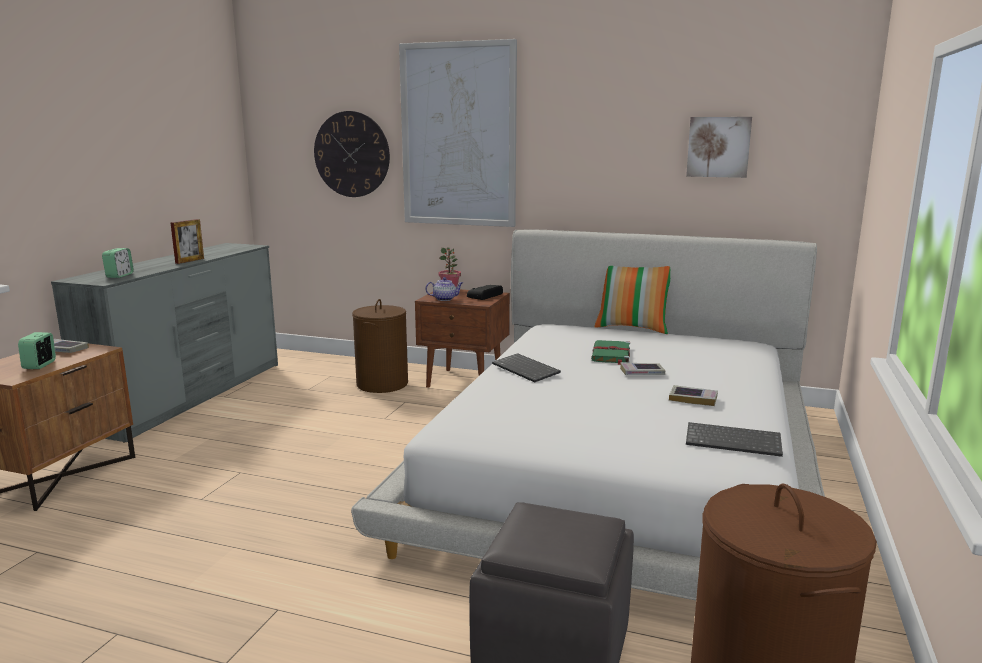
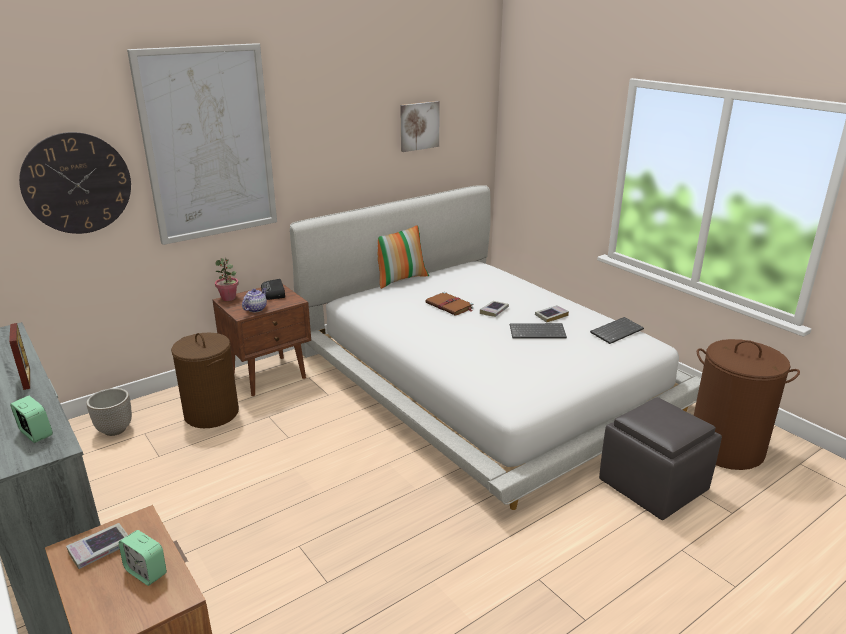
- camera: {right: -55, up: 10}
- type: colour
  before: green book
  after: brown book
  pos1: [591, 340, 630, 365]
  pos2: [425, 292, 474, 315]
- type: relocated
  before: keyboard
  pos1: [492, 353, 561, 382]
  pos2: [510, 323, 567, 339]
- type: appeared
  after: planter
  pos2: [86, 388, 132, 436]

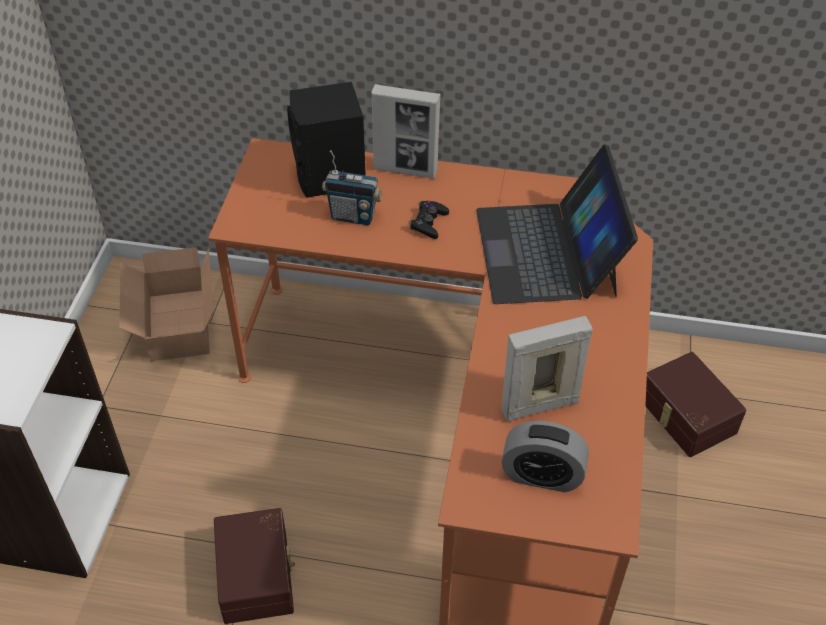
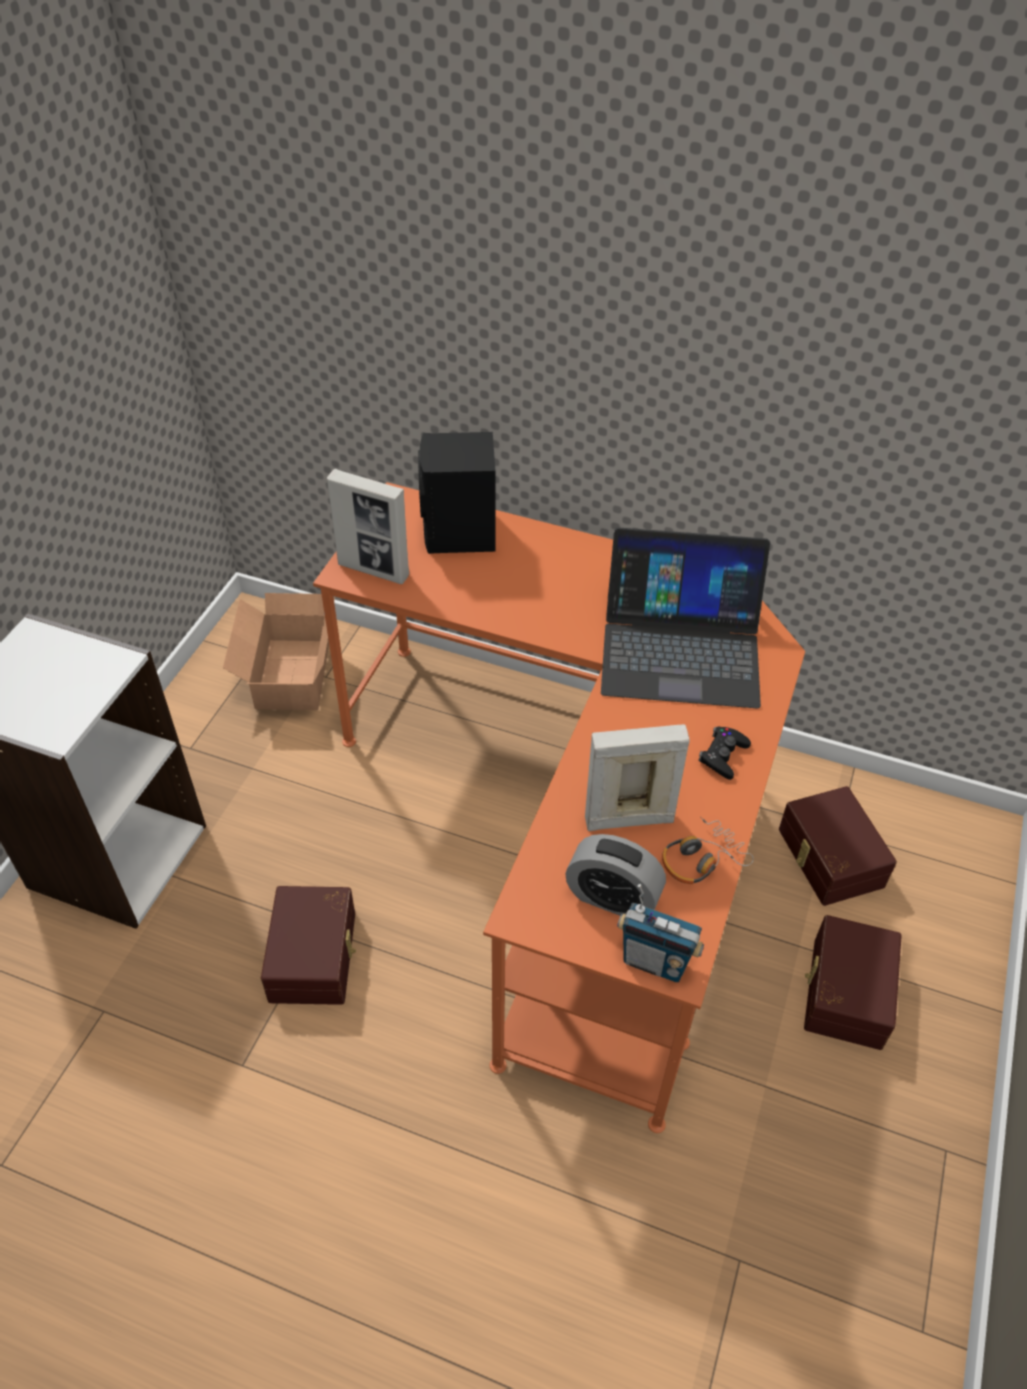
- camera: {right: 10, up: 0}
- type: relocated
  before: picture frame
  pos1: [372, 84, 441, 179]
  pos2: [327, 469, 409, 584]
- type: spun
  before: laptop
  pos1: [476, 144, 638, 304]
  pos2: [601, 527, 770, 709]
  turn: -90
- type: relocated
  before: radio
  pos1: [322, 150, 382, 225]
  pos2: [617, 884, 704, 982]
- type: relocated
  before: black game controller
  pos1: [409, 201, 449, 239]
  pos2: [698, 726, 751, 780]
- type: appeared
  after: headphones
  pos2: [662, 817, 754, 884]
- type: appeared
  after: brown storage box
  pos2: [804, 915, 902, 1050]

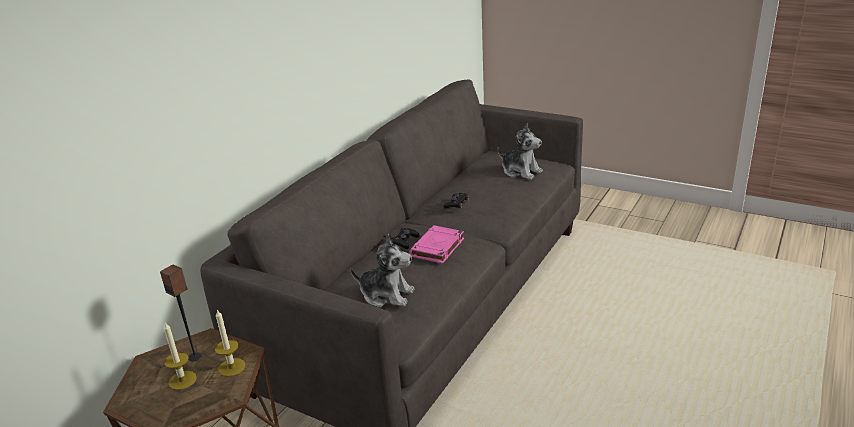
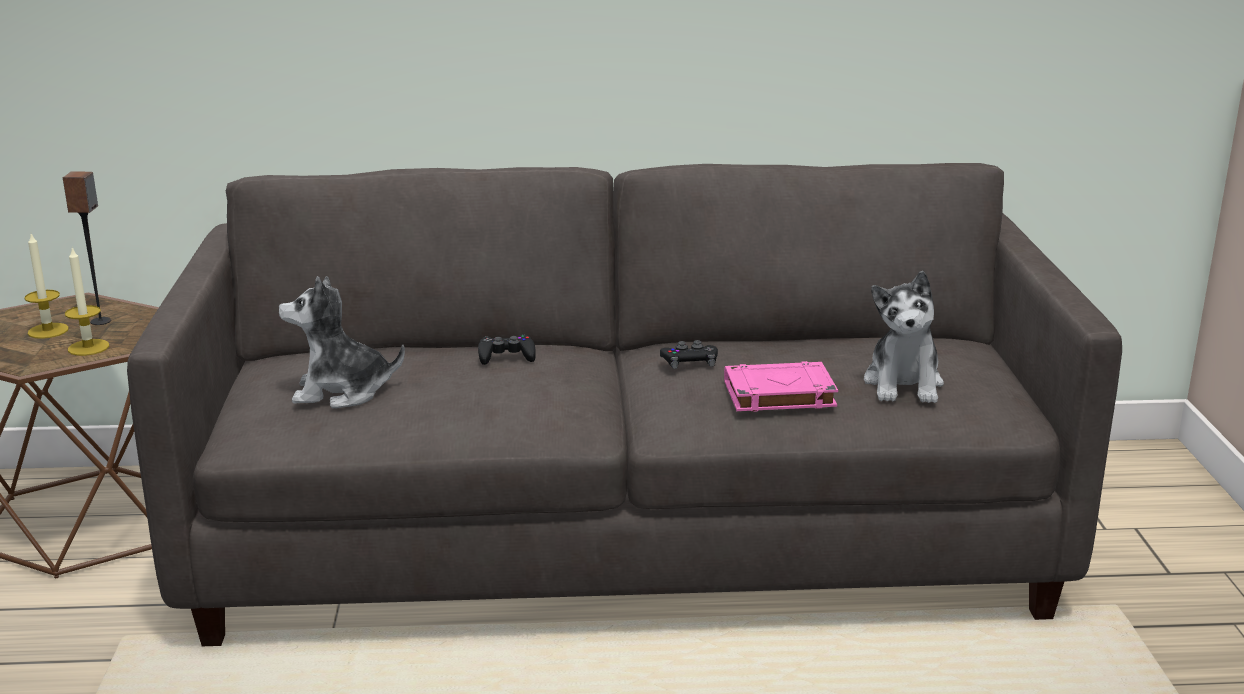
- camera: {right: 55, up: -5}
- type: relocated
  before: pink book
  pos1: [409, 225, 464, 264]
  pos2: [724, 361, 838, 412]
- type: spun
  before: plush toy
  pos1: [350, 234, 414, 308]
  pos2: [279, 276, 405, 409]
  turn: 105

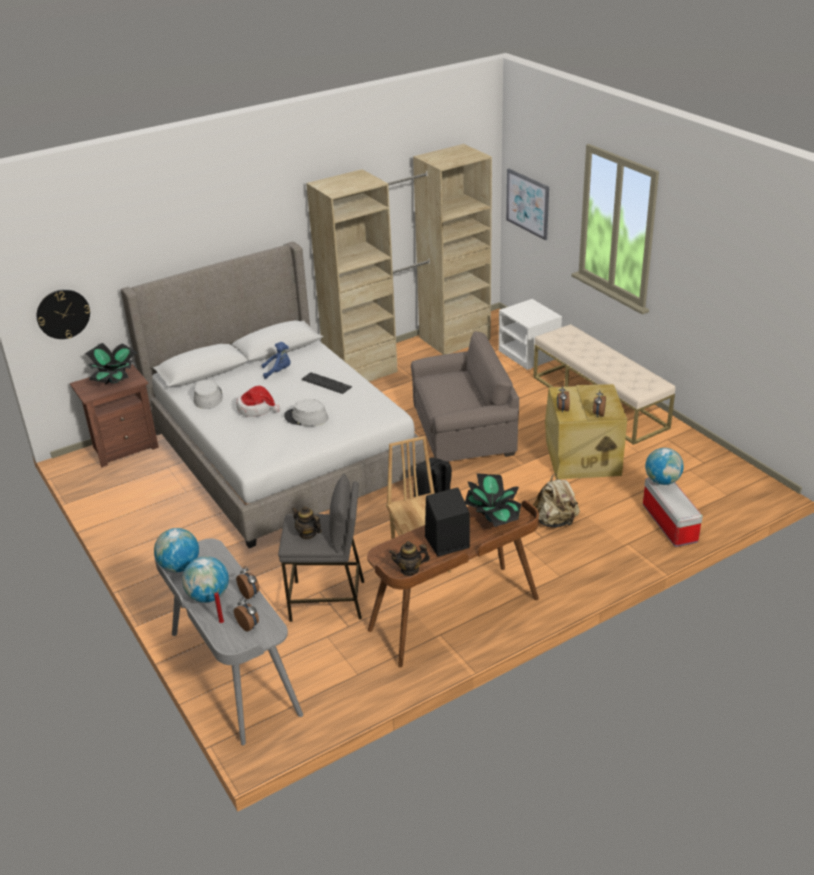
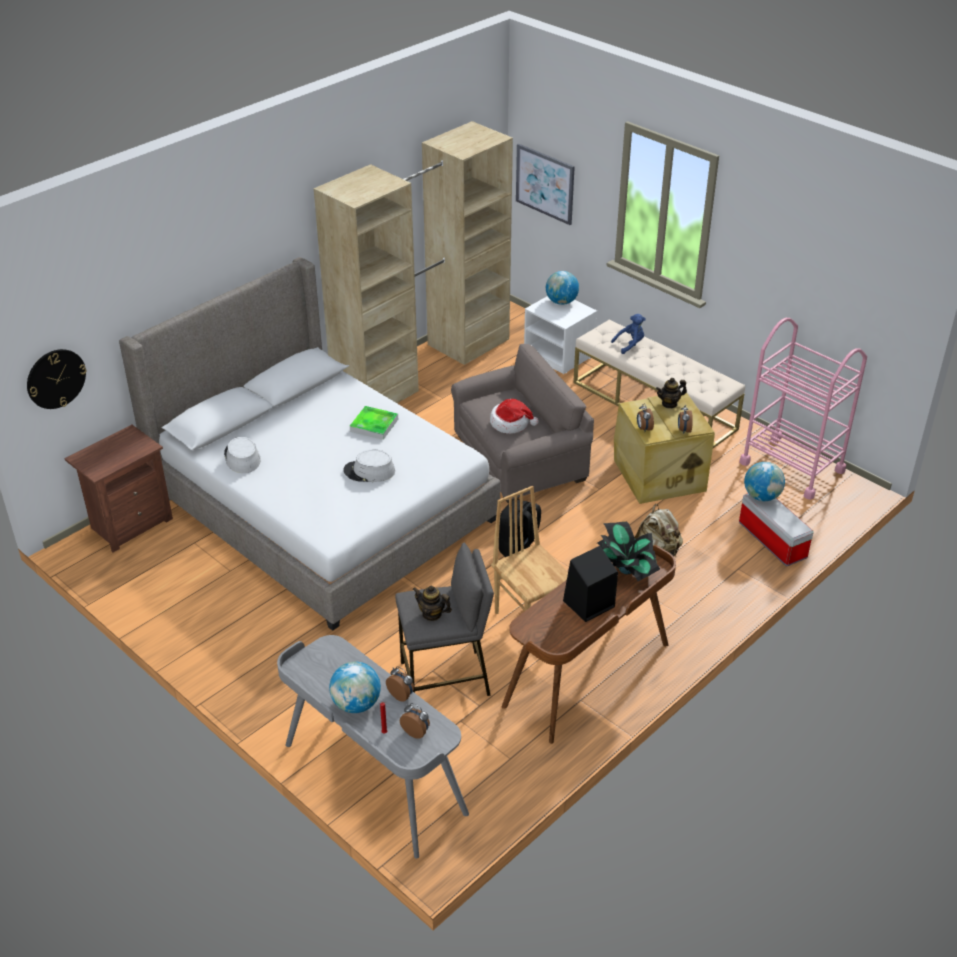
- camera: {right: -15, up: 5}
- type: relocated
  before: blue plush toy
  pos1: [261, 342, 291, 379]
  pos2: [611, 314, 646, 354]
- type: missing
  before: potted plant
  pos1: [85, 343, 137, 384]
- type: exchanged
  before: keyboard
  after: tray
  pos1: [301, 372, 352, 394]
  pos2: [350, 406, 398, 440]
- type: relocated
  before: hat
  pos1: [236, 386, 280, 417]
  pos2: [490, 399, 539, 434]
- type: relocated
  before: globe
  pos1: [154, 528, 199, 572]
  pos2: [546, 271, 579, 305]
- type: relocated
  before: teapot
  pos1: [389, 541, 430, 576]
  pos2: [656, 378, 687, 408]
- type: appeared
  after: pink cart
  pos2: [739, 318, 867, 500]

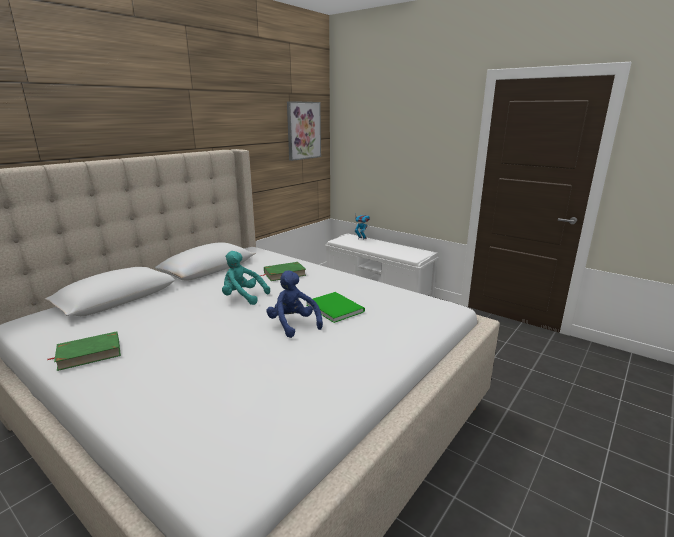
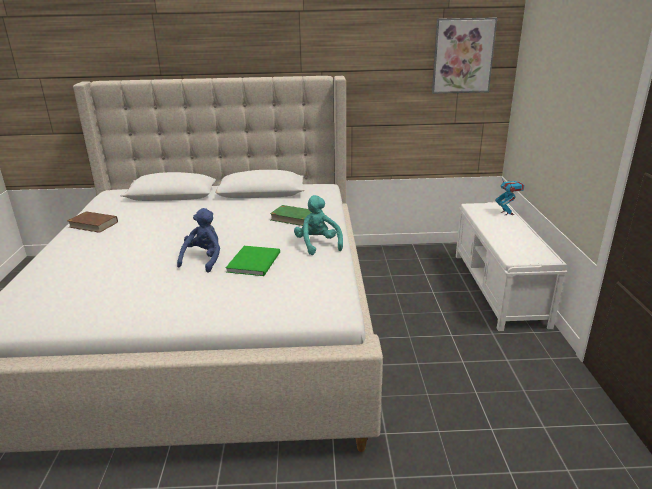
- camera: {right: 50, up: 5}
- type: relocated
  before: turquoise plush toy
  pos1: [222, 251, 270, 305]
  pos2: [294, 195, 343, 255]
- type: colour
  before: green book
  after: brown book
  pos1: [48, 331, 121, 371]
  pos2: [67, 211, 118, 233]

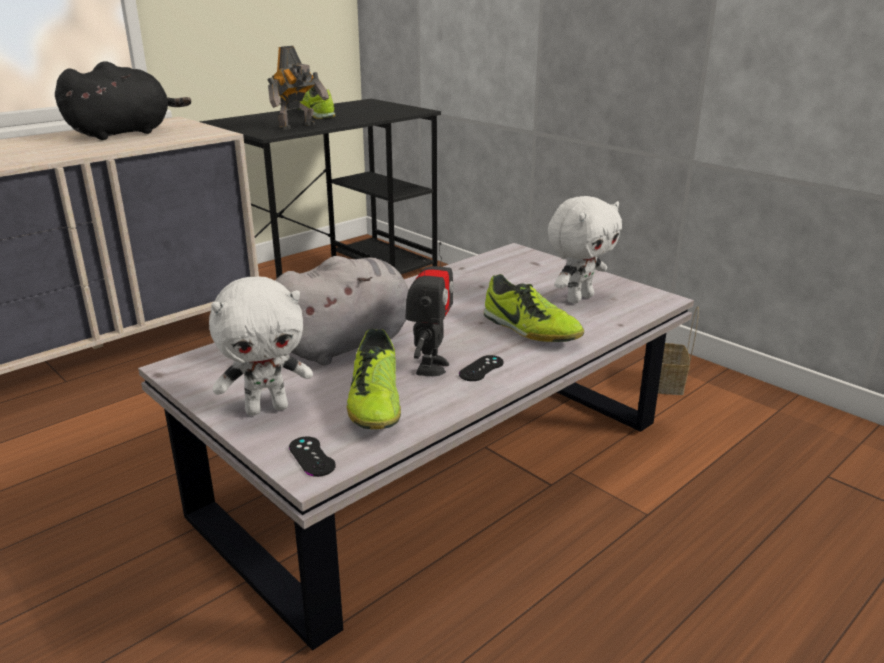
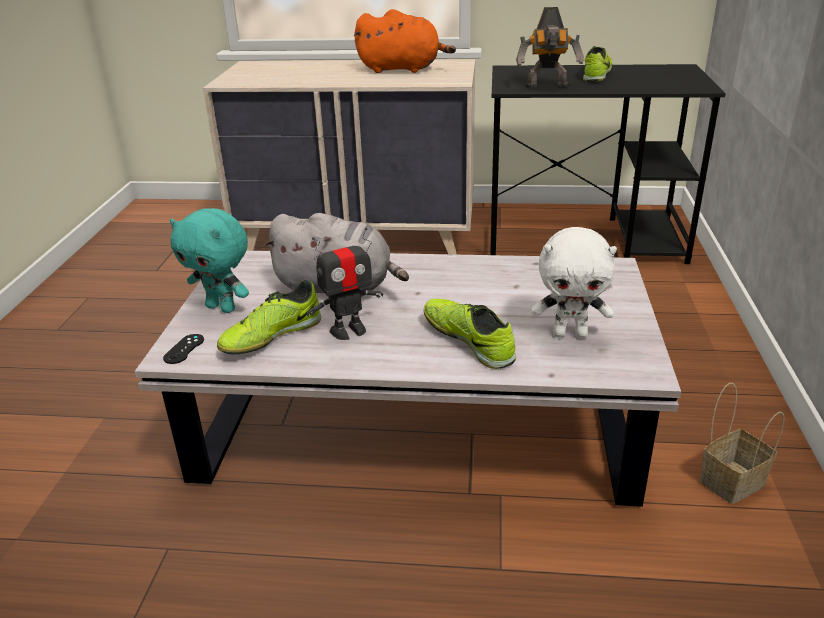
- camera: {right: 50, up: 5}
- type: colour
  before: black plush toy
  after: orange plush toy
  pos1: [55, 61, 191, 140]
  pos2: [354, 9, 456, 73]
- type: spun
  before: shoe
  pos1: [484, 274, 584, 342]
  pos2: [424, 299, 516, 369]
  turn: 135
- type: colour
  before: white plush toy
  after: turquoise plush toy
  pos1: [209, 277, 313, 416]
  pos2: [170, 208, 249, 313]
- type: missing
  before: black game controller
  pos1: [459, 355, 504, 381]

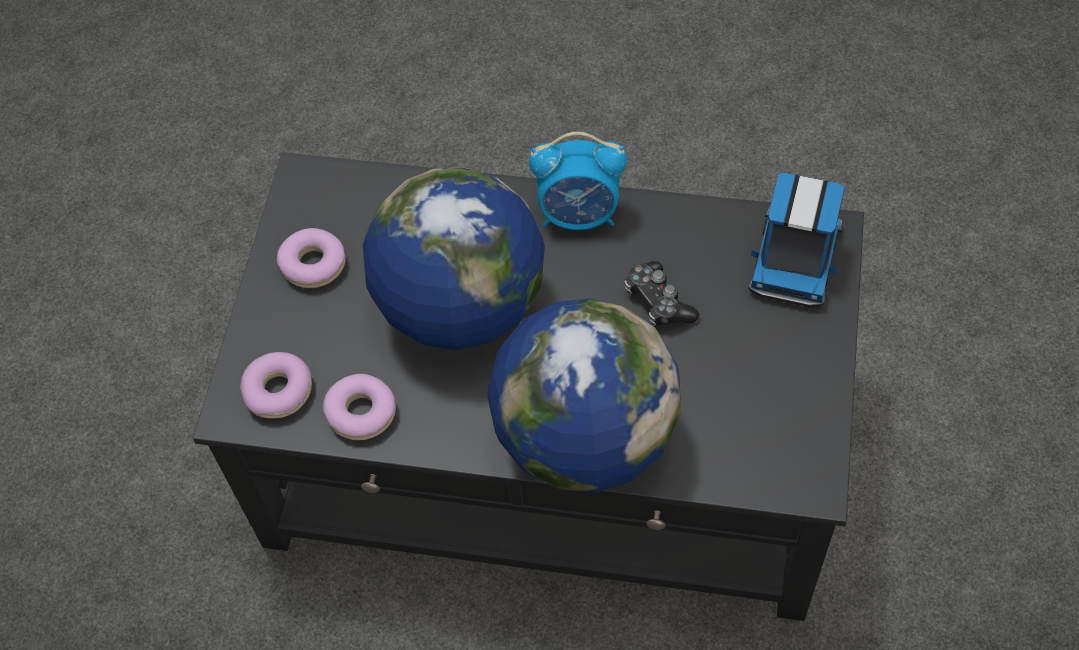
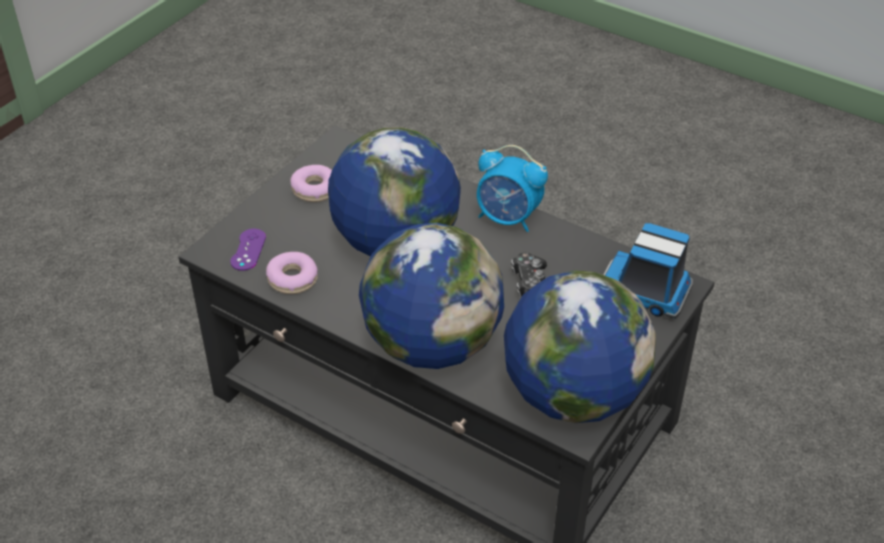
- camera: {right: 20, up: -15}
- type: spun
  before: toy truck
  pos1: [749, 173, 845, 307]
  pos2: [603, 223, 693, 319]
  turn: 75
- type: exchanged
  before: donut
  after: purple game controller
  pos1: [240, 352, 312, 419]
  pos2: [230, 229, 266, 271]
- type: appeared
  after: globe
  pos2: [504, 271, 656, 423]

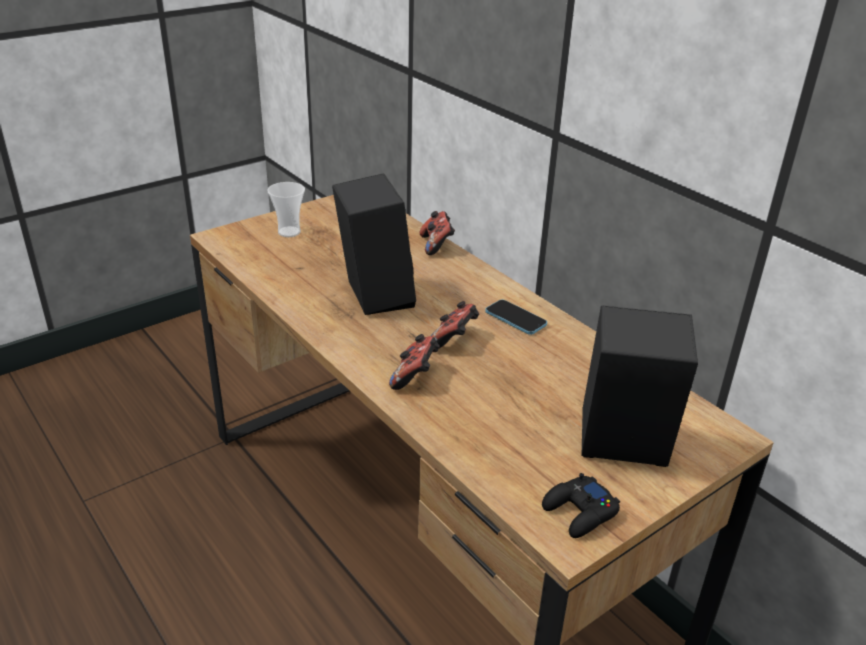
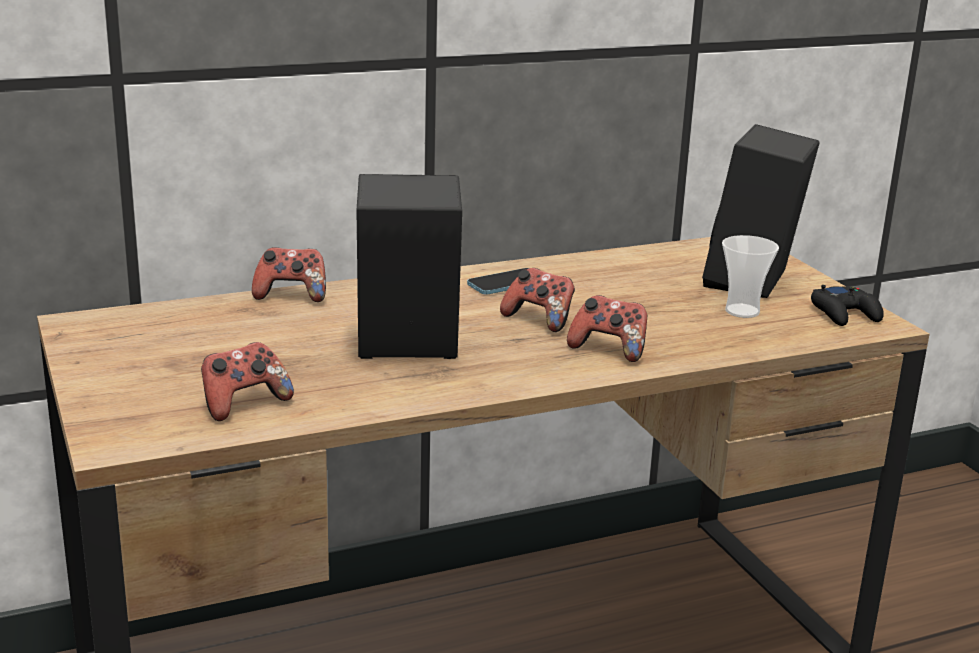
- camera: {right: -75, up: -10}
- type: relocated
  before: cup
  pos1: [267, 182, 305, 237]
  pos2: [722, 235, 779, 318]
- type: appeared
  after: game controller
  pos2: [201, 342, 294, 421]

